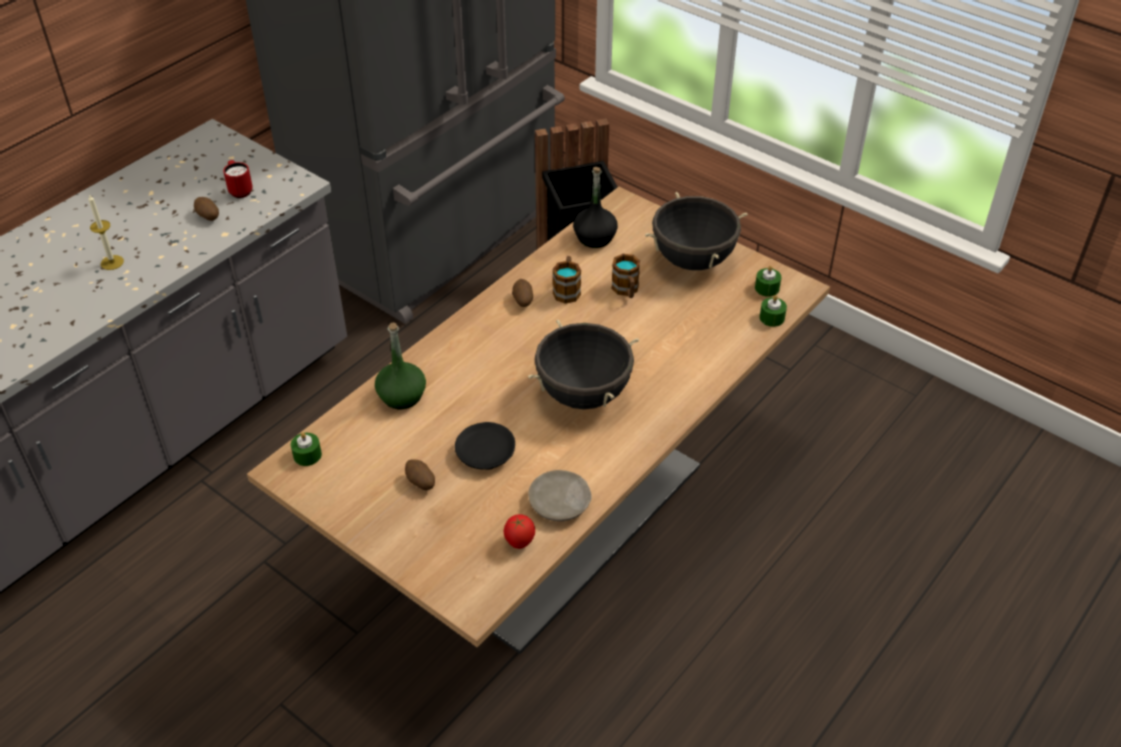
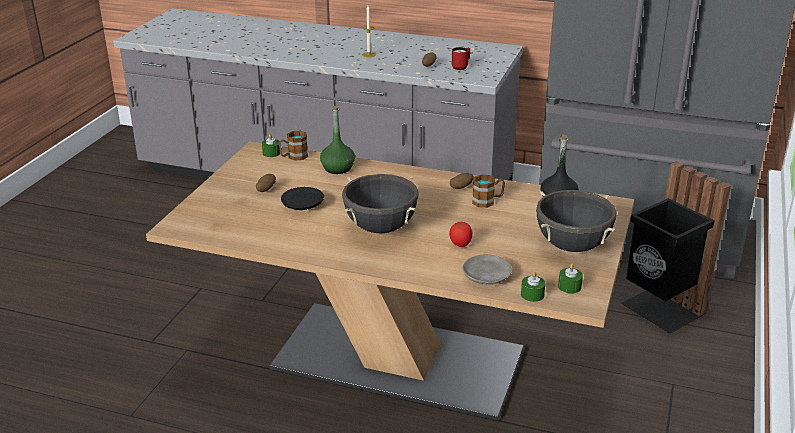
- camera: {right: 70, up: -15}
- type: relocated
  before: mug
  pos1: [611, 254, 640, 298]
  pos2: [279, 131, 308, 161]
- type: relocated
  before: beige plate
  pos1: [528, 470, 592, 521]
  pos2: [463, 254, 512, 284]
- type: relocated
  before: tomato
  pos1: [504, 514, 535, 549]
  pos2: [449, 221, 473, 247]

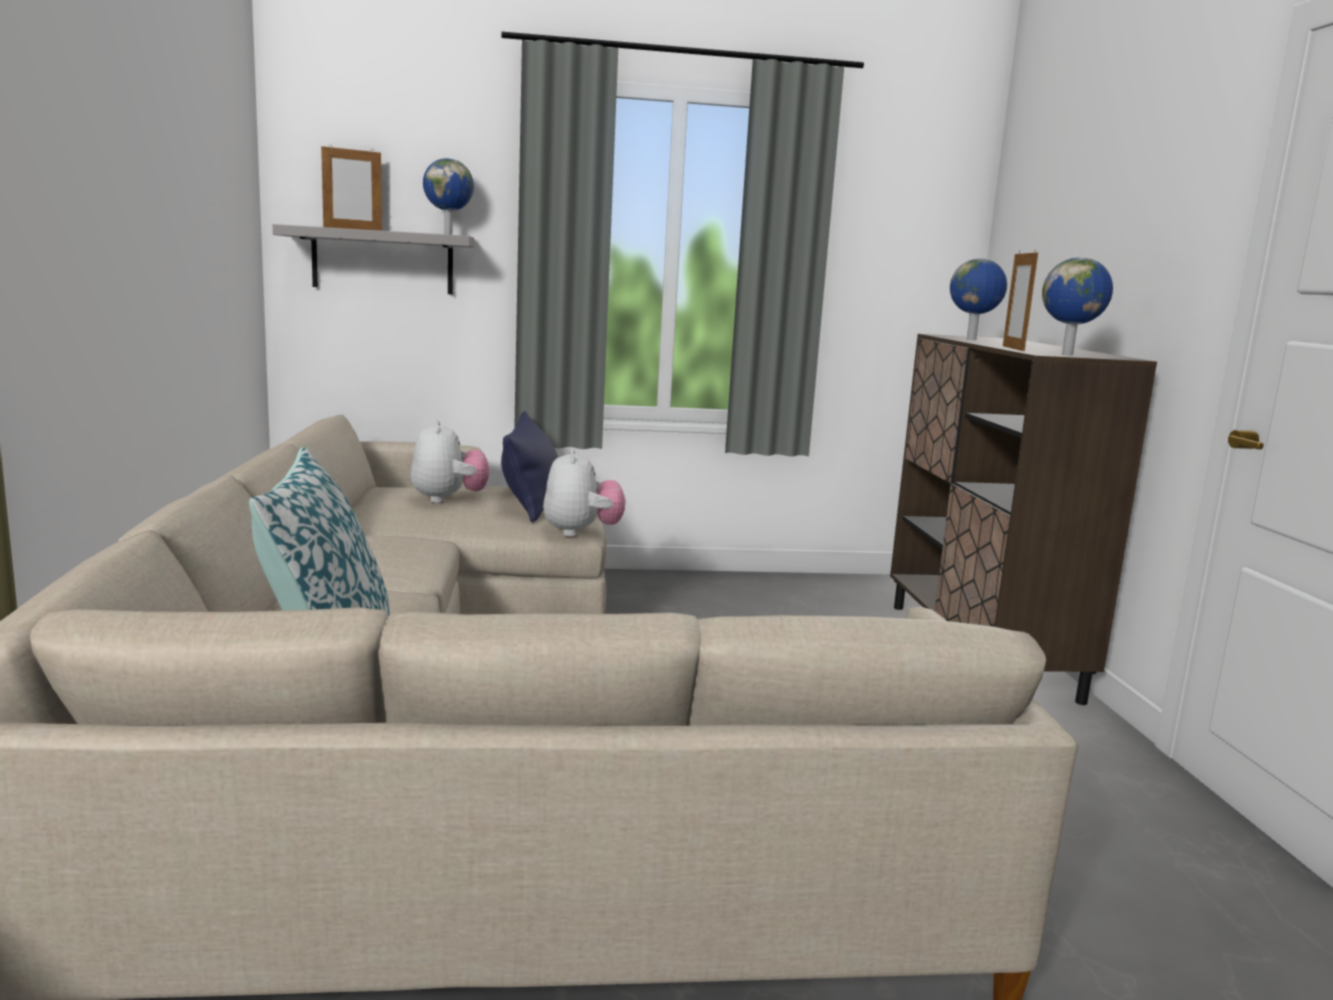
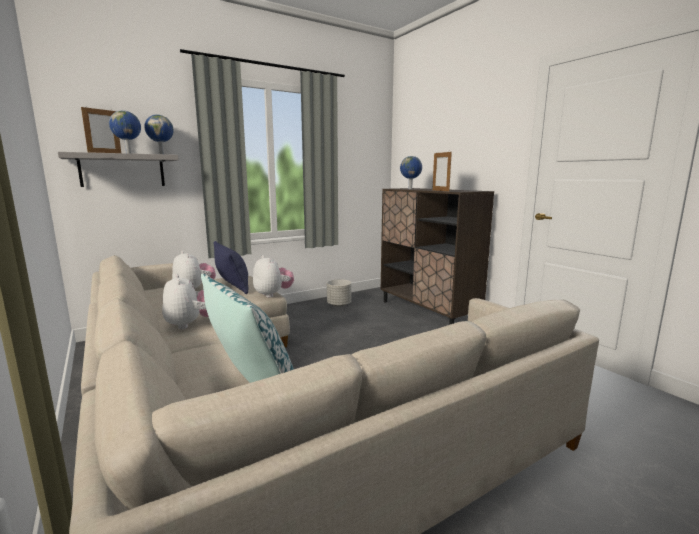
- camera: {right: -25, up: 0}
- type: relocated
  before: globe
  pos1: [1042, 257, 1113, 356]
  pos2: [109, 110, 141, 154]
- type: appeared
  after: plush toy
  pos2: [162, 274, 209, 329]
- type: appeared
  after: grey planter
  pos2: [327, 279, 351, 307]

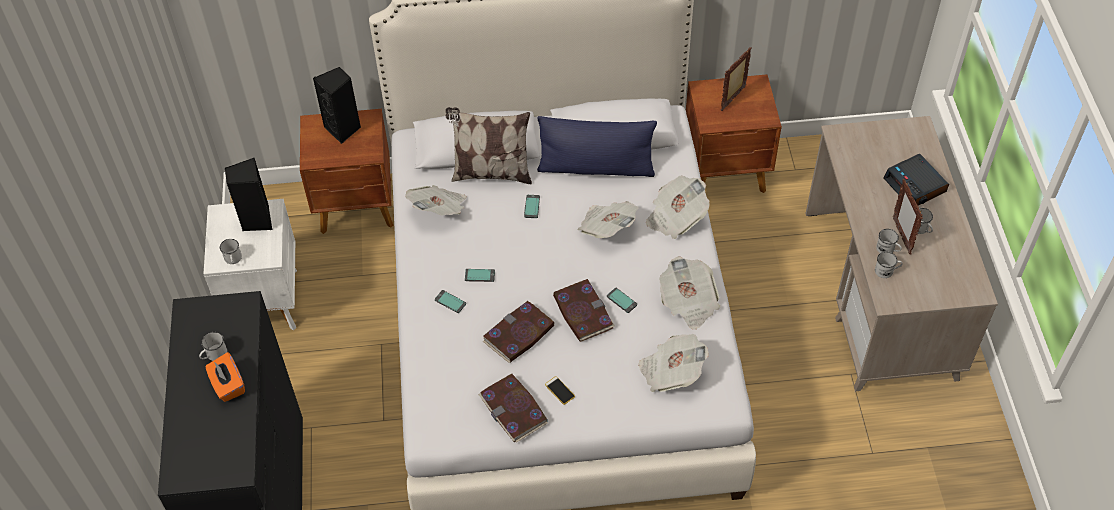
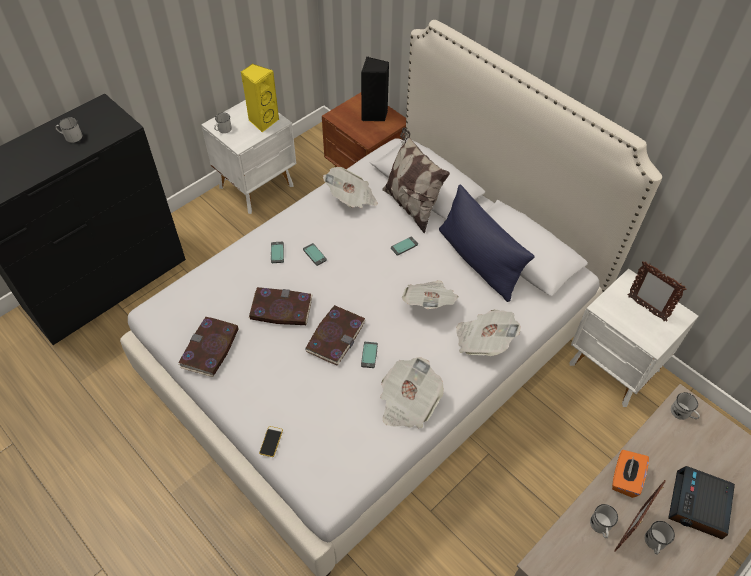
- camera: {right: 50, up: 0}
- type: spun
  before: picture frame
  pos1: [720, 47, 752, 111]
  pos2: [628, 261, 686, 322]
  turn: -135
- type: colour
  before: brown nightstand
  after: white nightstand
  pos1: [686, 74, 782, 193]
  pos2: [569, 268, 698, 407]
- type: colour
  before: black speaker
  after: yellow speaker
  pos1: [225, 158, 273, 231]
  pos2: [241, 64, 279, 133]
- type: relocated
  before: white mug
  pos1: [875, 252, 903, 278]
  pos2: [671, 392, 700, 420]
- type: missing
  before: newspaper
  pos1: [638, 334, 709, 392]
- type: relocated
  before: orange tissue box
  pos1: [205, 352, 245, 402]
  pos2: [612, 450, 649, 498]
- type: relocated
  before: phone
  pos1: [545, 376, 575, 405]
  pos2: [259, 426, 283, 457]

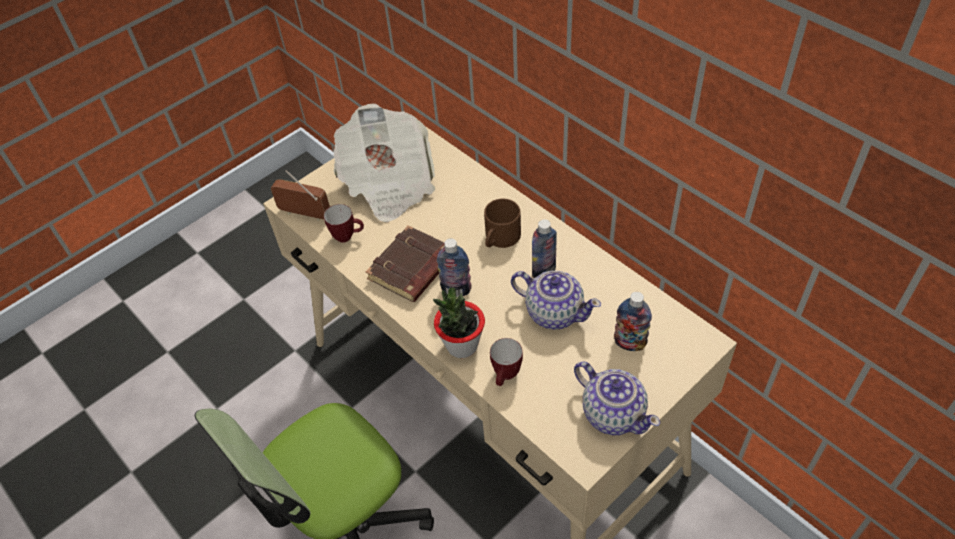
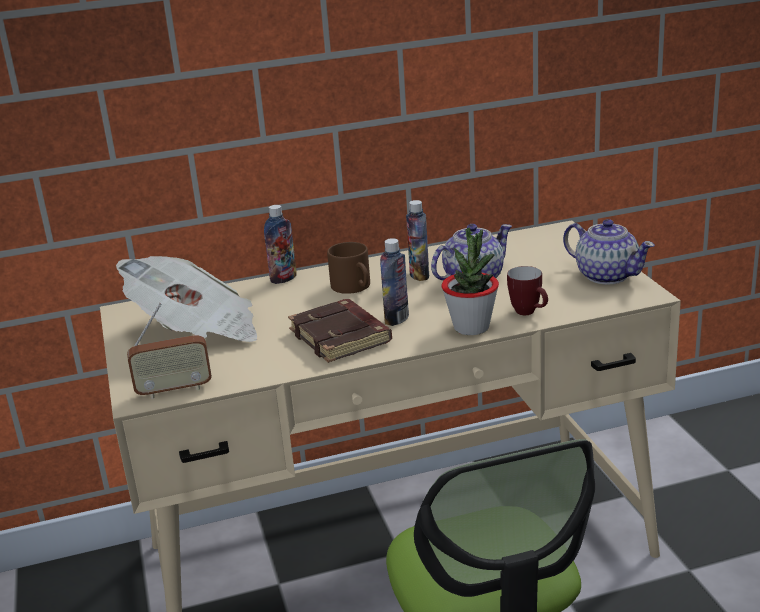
- camera: {right: -65, up: -25}
- type: spun
  before: radio
  pos1: [271, 170, 330, 221]
  pos2: [127, 303, 212, 399]
  turn: -150
- type: missing
  before: mug
  pos1: [324, 204, 364, 243]
- type: relocated
  before: bottle
  pos1: [614, 292, 652, 351]
  pos2: [264, 205, 297, 284]
- type: spun
  before: teapot
  pos1: [574, 361, 660, 435]
  pos2: [563, 219, 655, 285]
  turn: 60

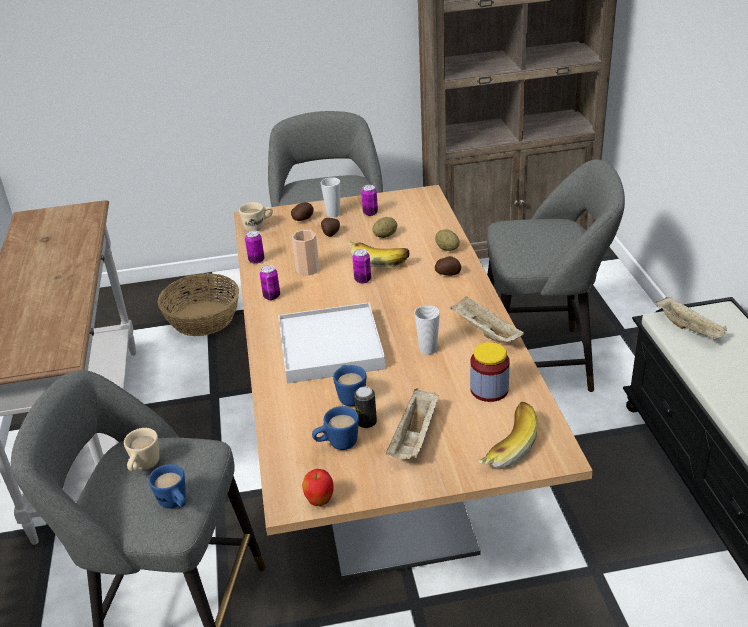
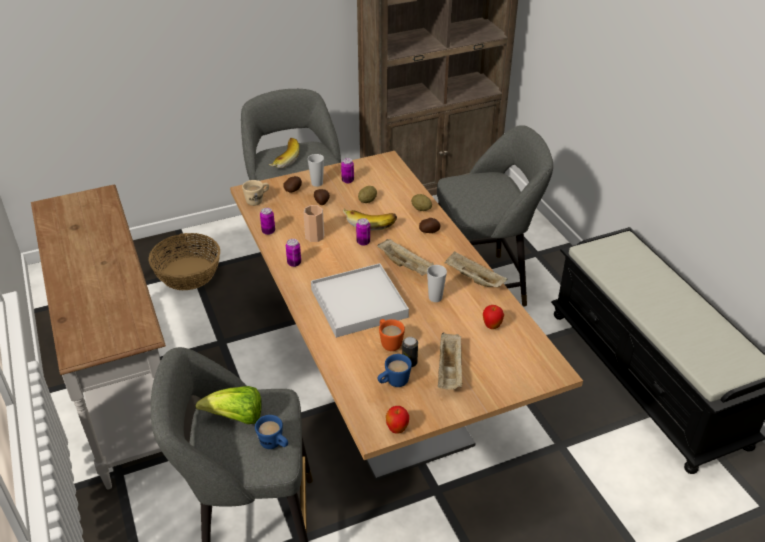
- camera: {right: -15, up: 5}
- type: relocated
  before: beige tray
  pos1: [655, 297, 727, 339]
  pos2: [377, 239, 434, 276]
- type: exchanged
  before: jar
  after: apple
  pos1: [470, 342, 510, 402]
  pos2: [483, 305, 504, 329]
- type: colour
  before: blue mug
  after: orange mug
  pos1: [333, 365, 366, 406]
  pos2: [379, 319, 405, 351]
- type: relocated
  before: banana
  pos1: [477, 402, 538, 468]
  pos2: [269, 138, 299, 168]
- type: exchanged
  before: beige mug
  after: lettuce
  pos1: [124, 428, 159, 472]
  pos2: [196, 386, 262, 424]

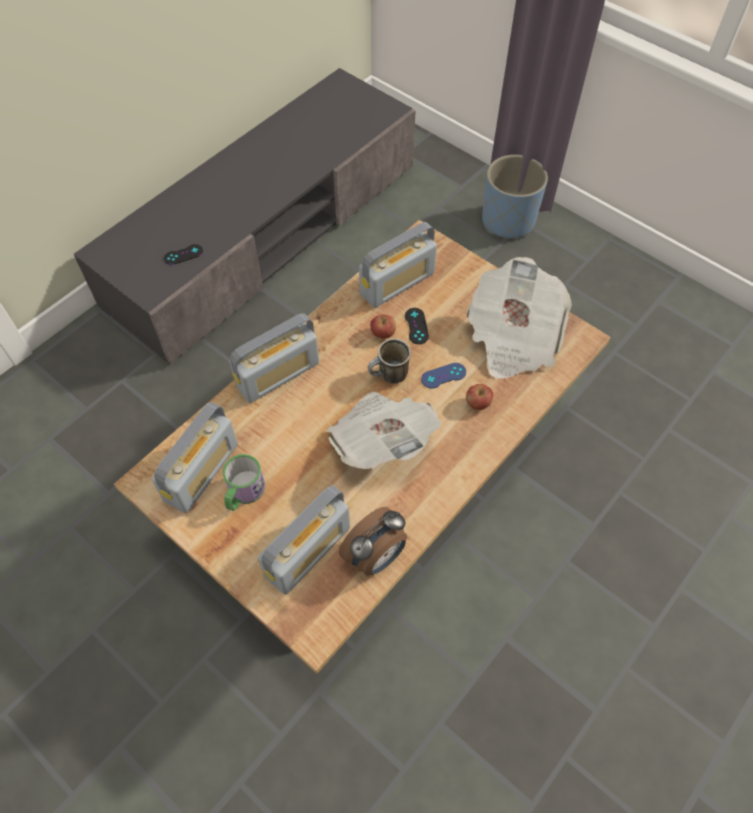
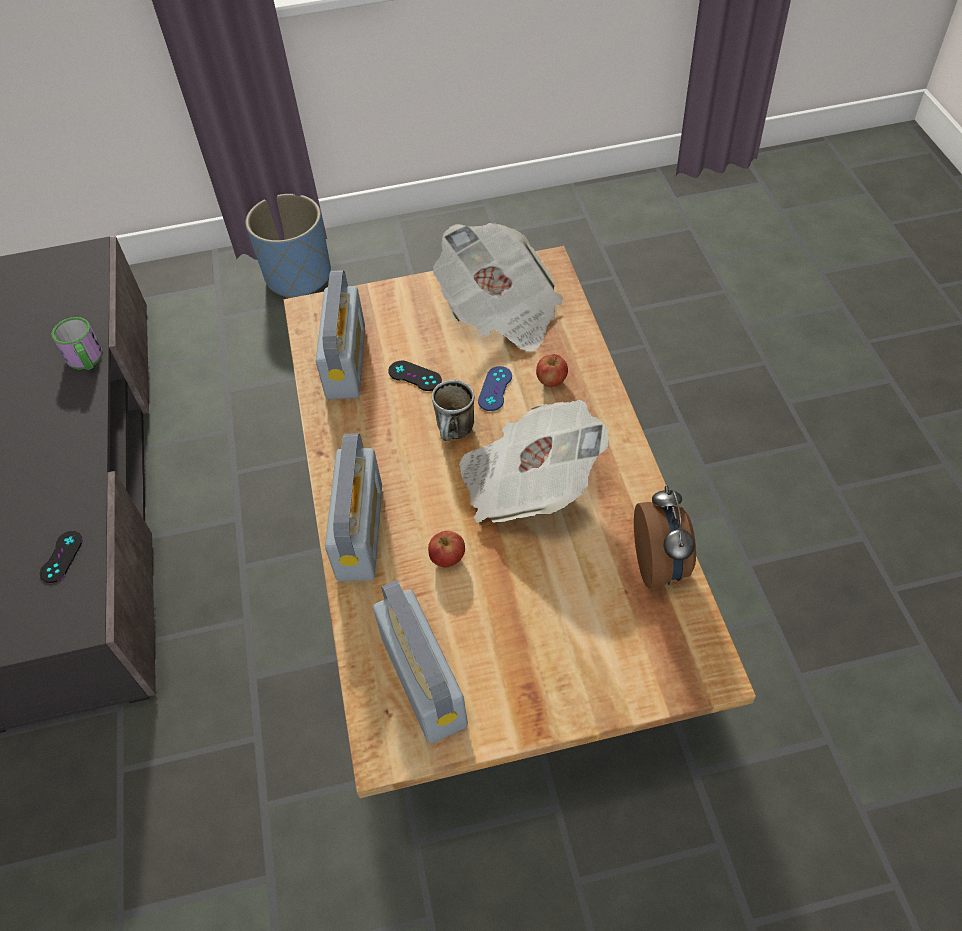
- camera: {right: -50, up: -5}
- type: relocated
  before: apple
  pos1: [370, 314, 396, 339]
  pos2: [428, 531, 465, 568]
- type: relocated
  before: mug
  pos1: [223, 454, 265, 511]
  pos2: [52, 317, 103, 370]
- type: missing
  before: radio
  pos1: [258, 485, 350, 595]

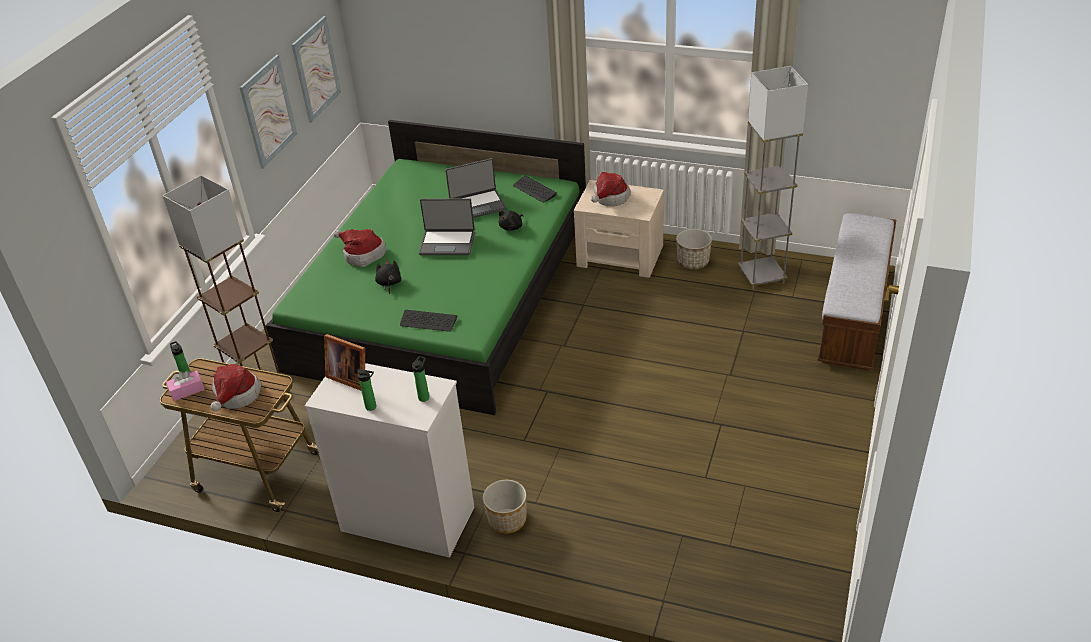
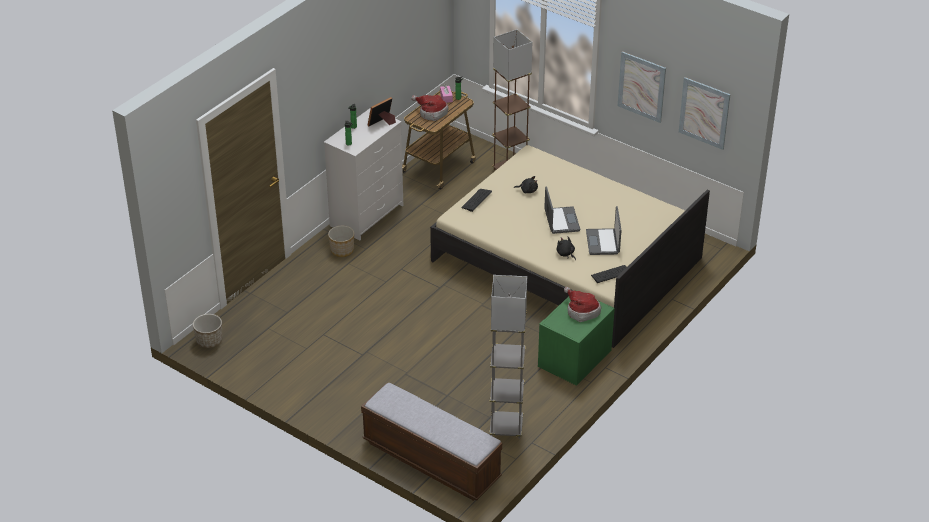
- camera: {right: 105, up: 0}
- type: colour
  before: green bed
  after: beige bed
  pos1: [265, 120, 586, 415]
  pos2: [430, 145, 710, 348]
- type: colour
  before: beige nightstand
  after: green nightstand
  pos1: [574, 180, 664, 278]
  pos2: [538, 290, 615, 386]
- type: spun
  before: laptop
  pos1: [419, 198, 475, 255]
  pos2: [544, 187, 580, 234]
  turn: 150
- type: missing
  before: hat
  pos1: [333, 229, 386, 267]
- type: relocated
  before: planter
  pos1: [676, 229, 712, 269]
  pos2: [193, 314, 222, 348]

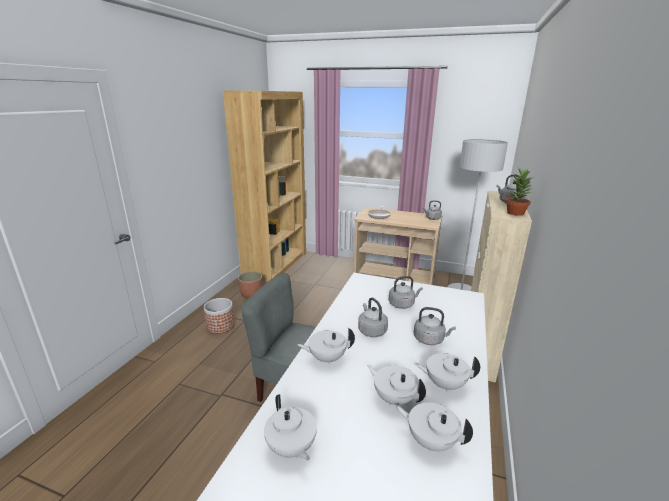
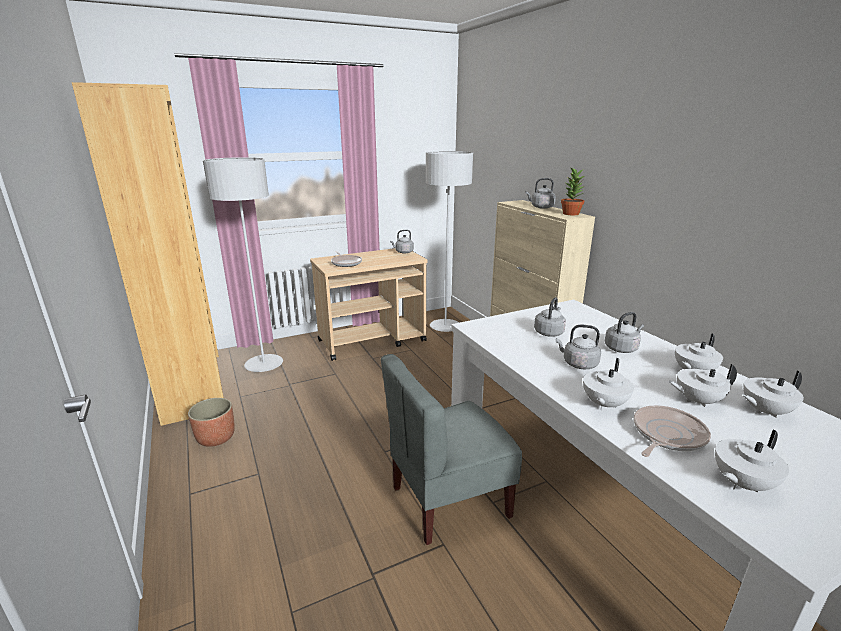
- camera: {right: -45, up: 0}
- type: missing
  before: planter
  pos1: [204, 298, 235, 334]
- type: spun
  before: white teapot
  pos1: [264, 394, 317, 460]
  pos2: [715, 430, 789, 493]
  turn: 135
- type: appeared
  after: grey floor lamp
  pos2: [203, 157, 283, 372]
- type: appeared
  after: frying pan
  pos2: [633, 405, 711, 457]

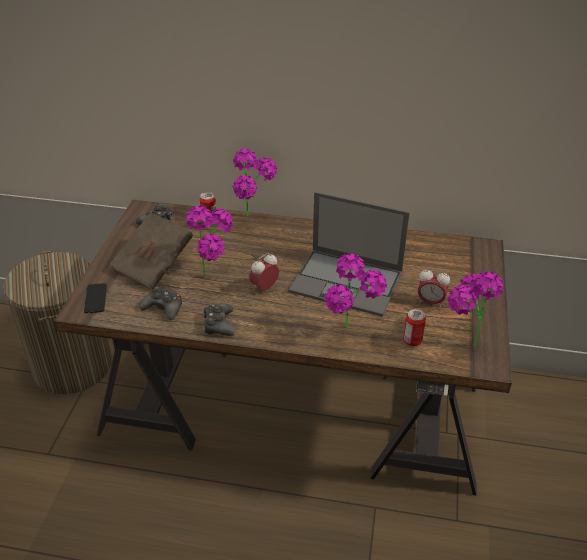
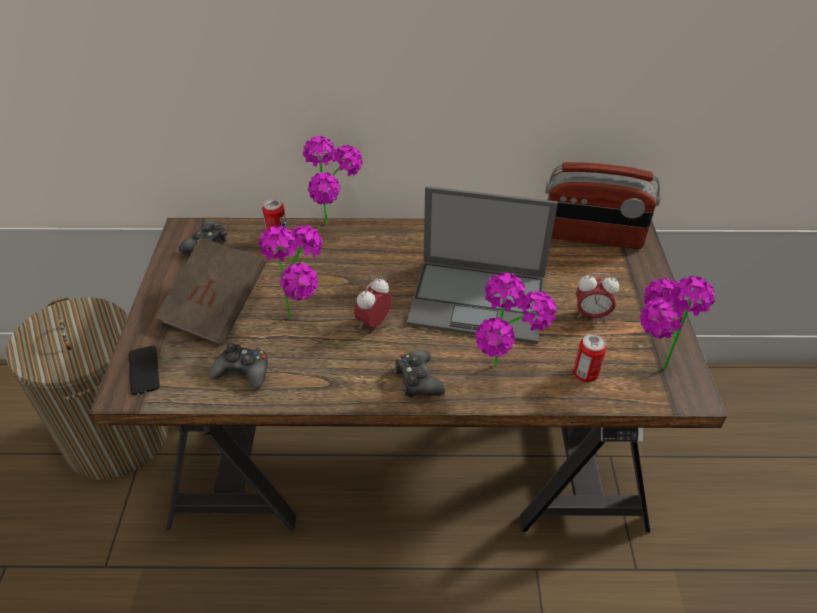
- camera: {right: -10, up: 5}
- type: relocated
  before: black game controller
  pos1: [204, 304, 235, 336]
  pos2: [394, 350, 446, 397]
- type: appeared
  after: radio
  pos2: [545, 162, 661, 249]

